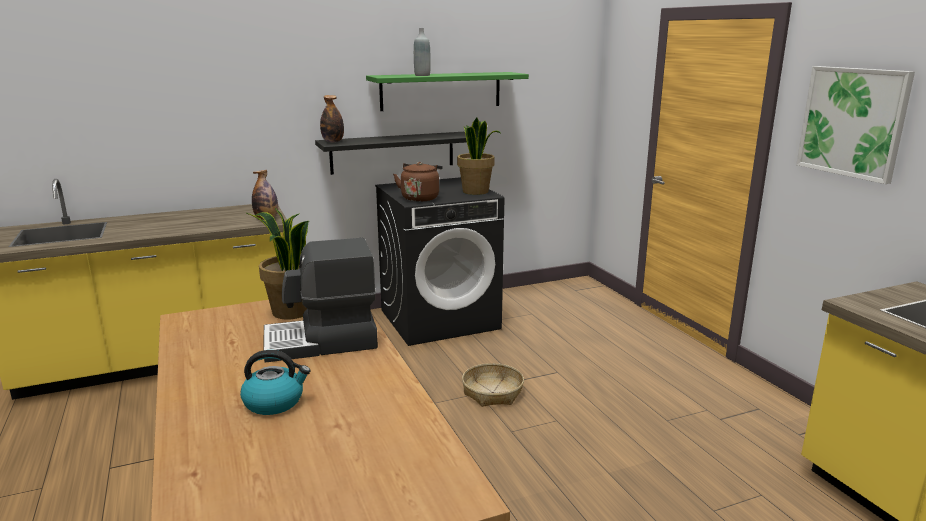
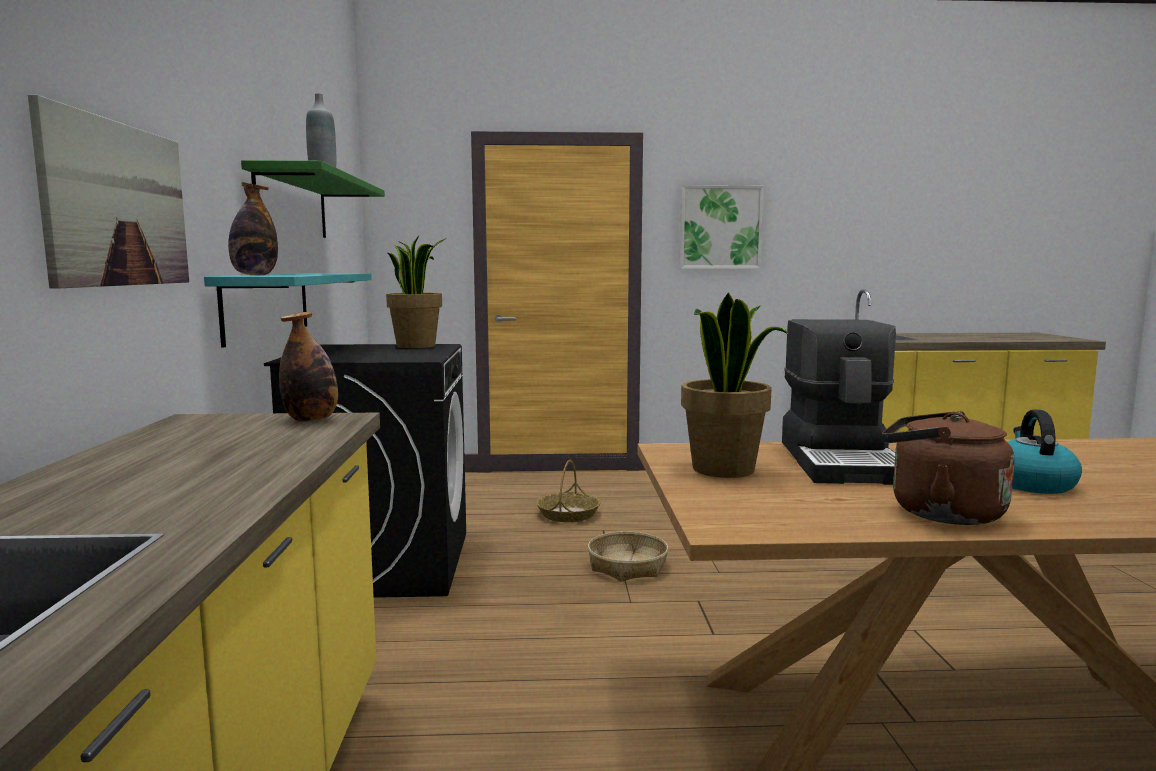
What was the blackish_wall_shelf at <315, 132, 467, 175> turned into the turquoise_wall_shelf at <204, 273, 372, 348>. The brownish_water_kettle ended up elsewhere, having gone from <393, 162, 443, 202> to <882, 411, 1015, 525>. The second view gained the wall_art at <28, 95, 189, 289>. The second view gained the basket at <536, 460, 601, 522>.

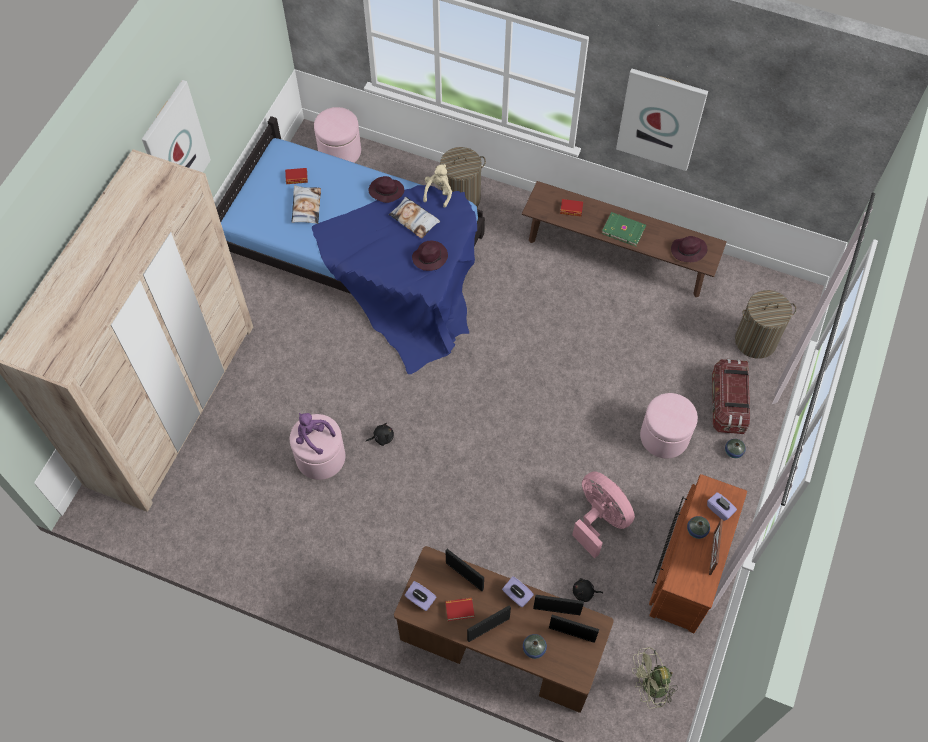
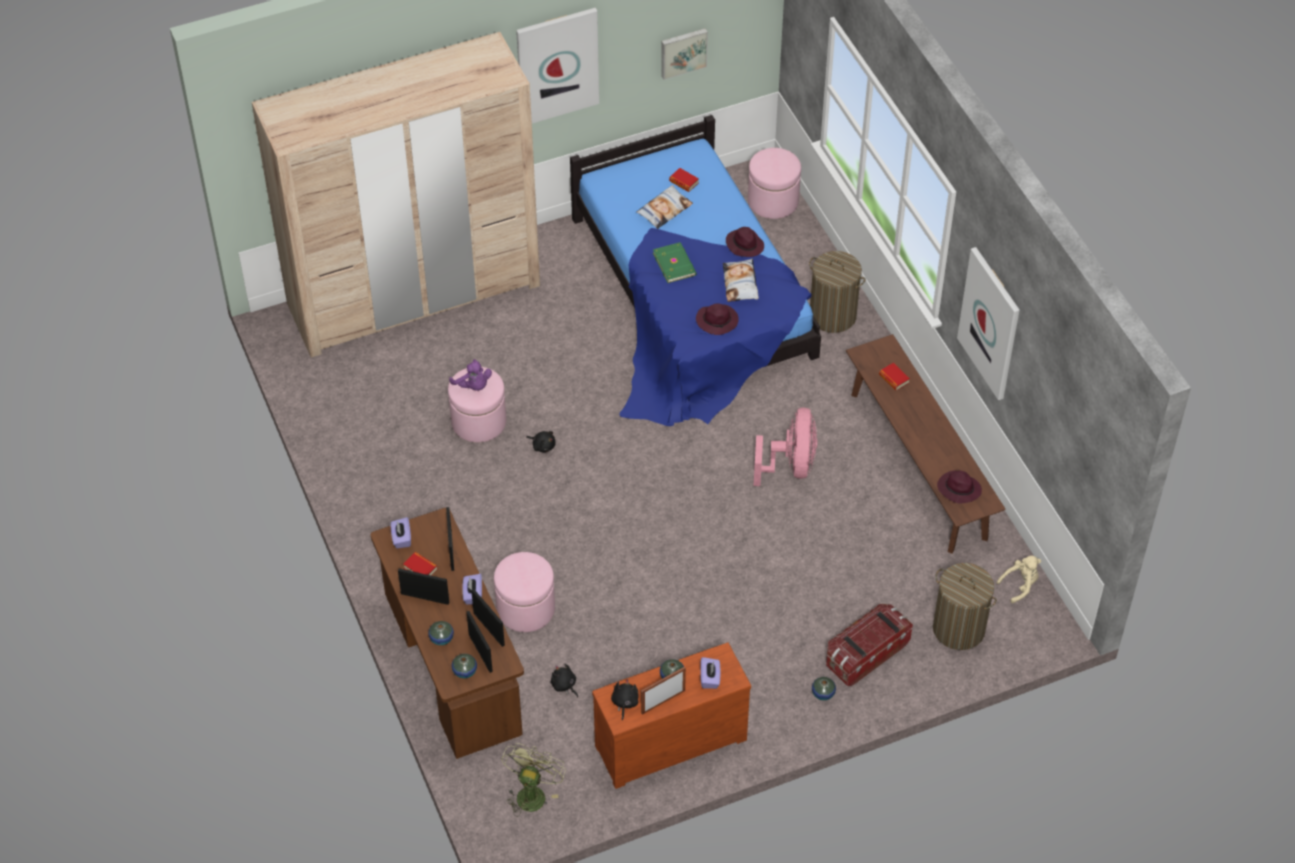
The beige-coloured_cuddly_toy ended up elsewhere, having gone from <423, 164, 452, 208> to <996, 556, 1041, 603>. The greenish_bound_book ended up elsewhere, having gone from <601, 212, 646, 247> to <653, 242, 696, 283>. The pink_ottoman ended up elsewhere, having gone from <640, 393, 698, 459> to <494, 552, 555, 632>. The purplish_cuddly_toy at <296, 413, 336, 454> ended up facing another way, 150 degrees clockwise from before. The pink_fan ended up elsewhere, having gone from <572, 471, 635, 558> to <754, 408, 818, 486>. The greenish_fan at <632, 647, 678, 708> ended up facing another way, 75 degrees clockwise from before. The second view gained the wall_art at <661, 28, 708, 80>. The second view gained the flower_vase at <452, 654, 477, 678>. The second view gained the blackish_cuddly_toy at <611, 679, 639, 720>.

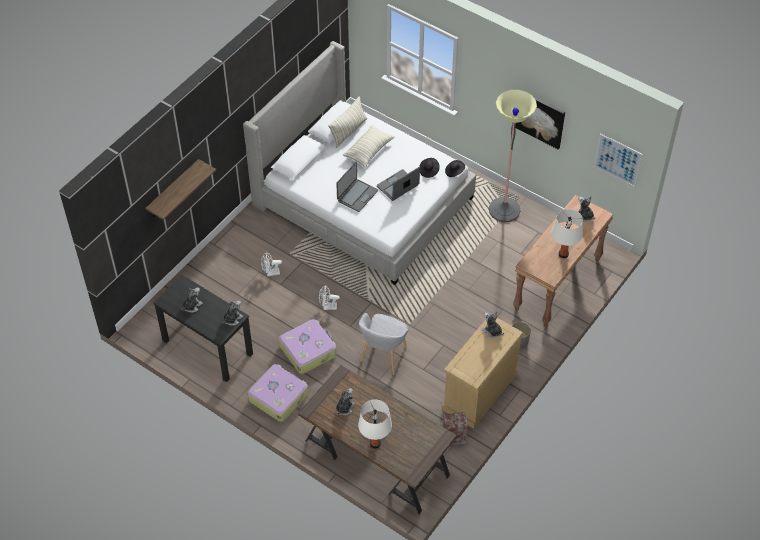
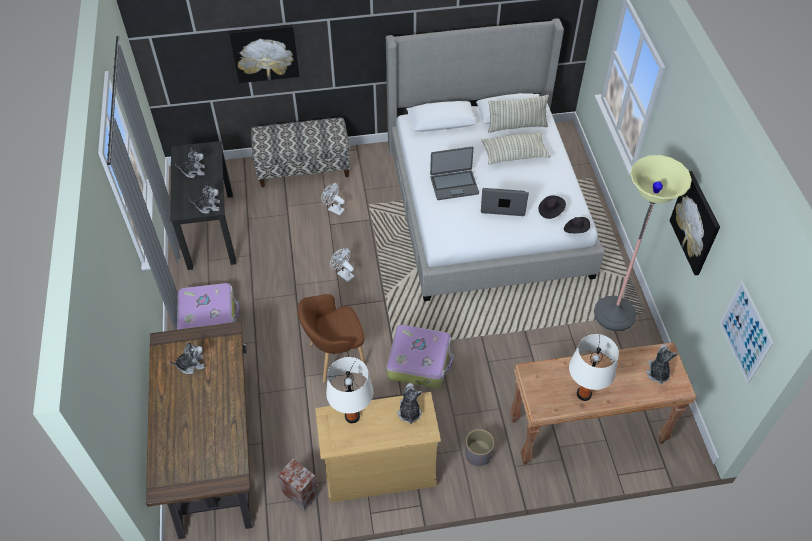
Where the wall_shelf hung at <145, 159, 216, 220>, the wall_art came to hang at <229, 25, 299, 83>. What was the gray_easy_chair at <359, 313, 409, 375> turned into the brownish_easy_chair at <297, 294, 365, 383>. The suitcase ended up elsewhere, having gone from <279, 319, 336, 374> to <386, 325, 454, 388>. The white_lamp_for_a_table ended up elsewhere, having gone from <358, 400, 392, 448> to <326, 357, 373, 423>. The second view gained the bench at <251, 117, 350, 187>.

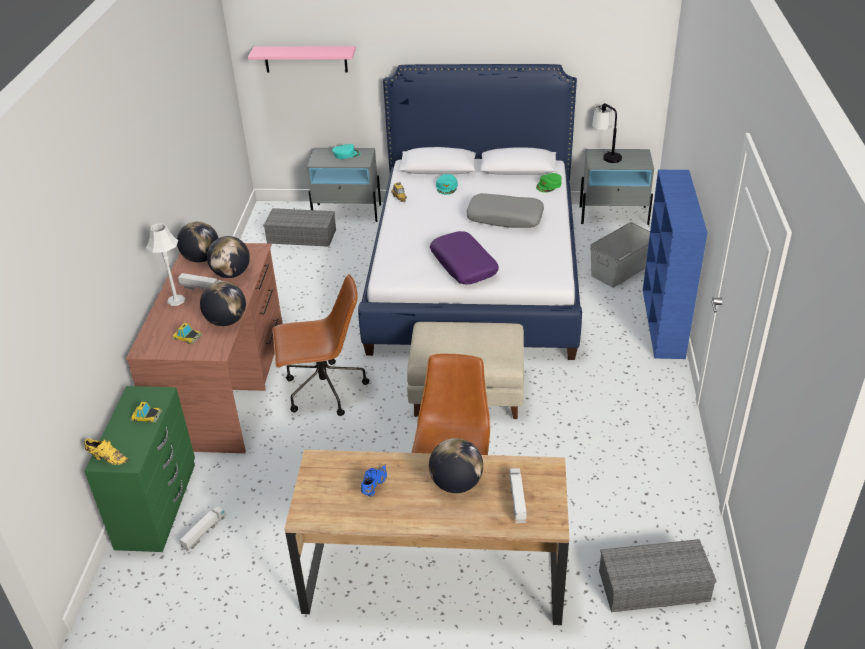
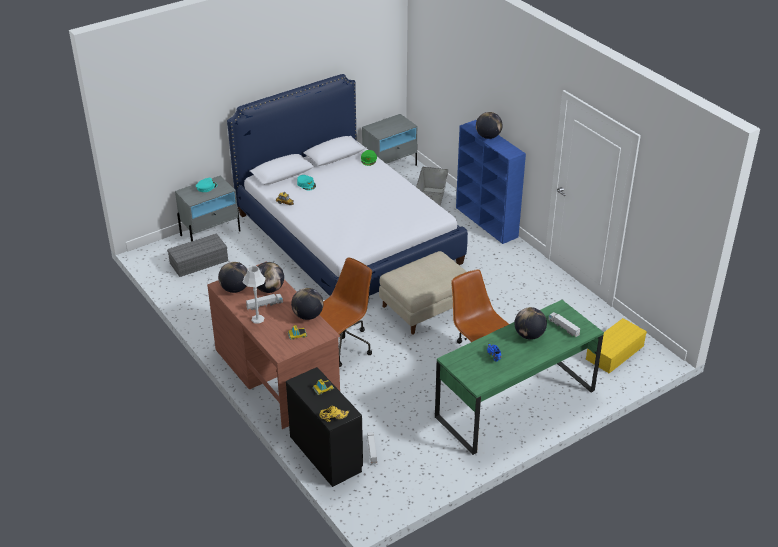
The second view lost the pink_wall_shelf at <248, 46, 356, 73>. The second view lost the lamp_for_a_table at <592, 103, 622, 163>. The second view lost the gray_pillow at <467, 193, 544, 228>. The second view lost the purplish_pillow at <430, 231, 499, 285>. What was the greenish_chest_of_drawers at <84, 386, 195, 552> turned into the blackish_chest_of_drawers at <286, 367, 363, 487>. What was the brownish_desk at <285, 450, 569, 625> turned into the greenish_desk at <435, 300, 604, 455>. What was the gray_storage_box at <599, 539, 717, 612> turned into the yellow-coloured_storage_box at <586, 318, 647, 373>. The second view gained the globe at <476, 112, 503, 139>.

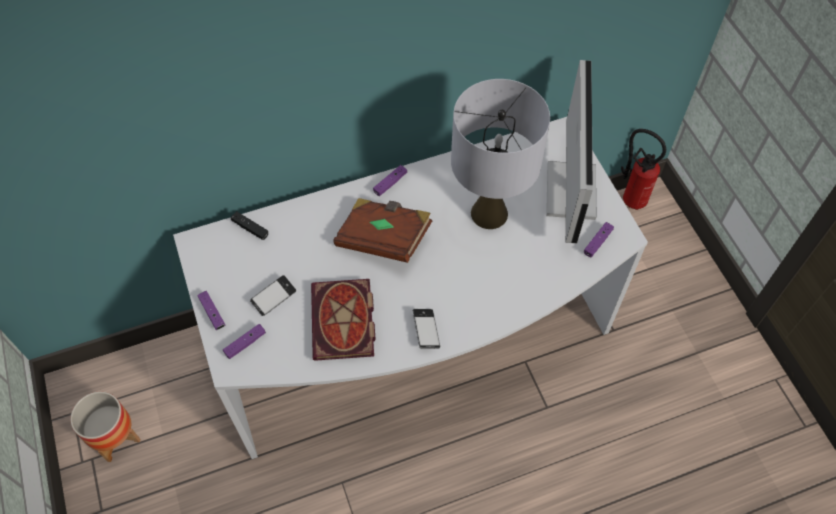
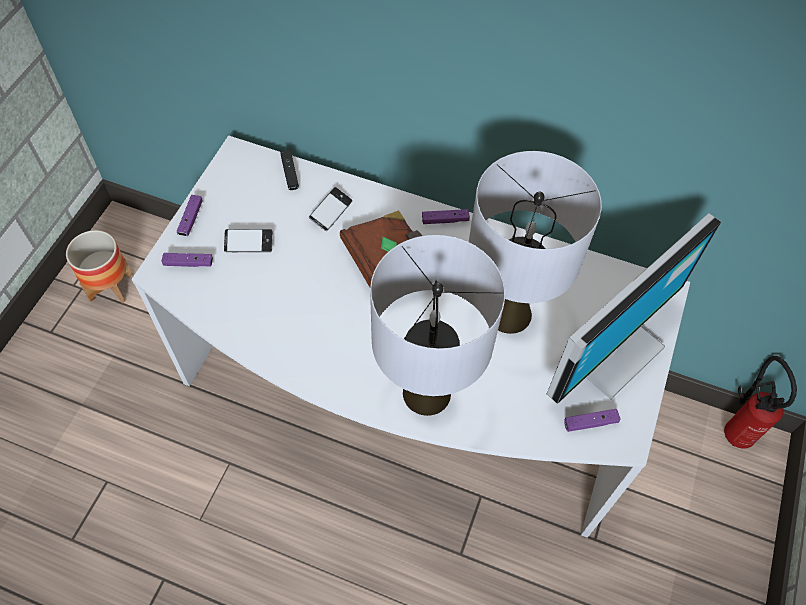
The second view lost the bound_book at <311, 279, 375, 361>. The phone ended up elsewhere, having gone from <413, 309, 440, 349> to <309, 187, 352, 231>. The second view gained the gray_lamp_for_a_table at <370, 235, 505, 416>.

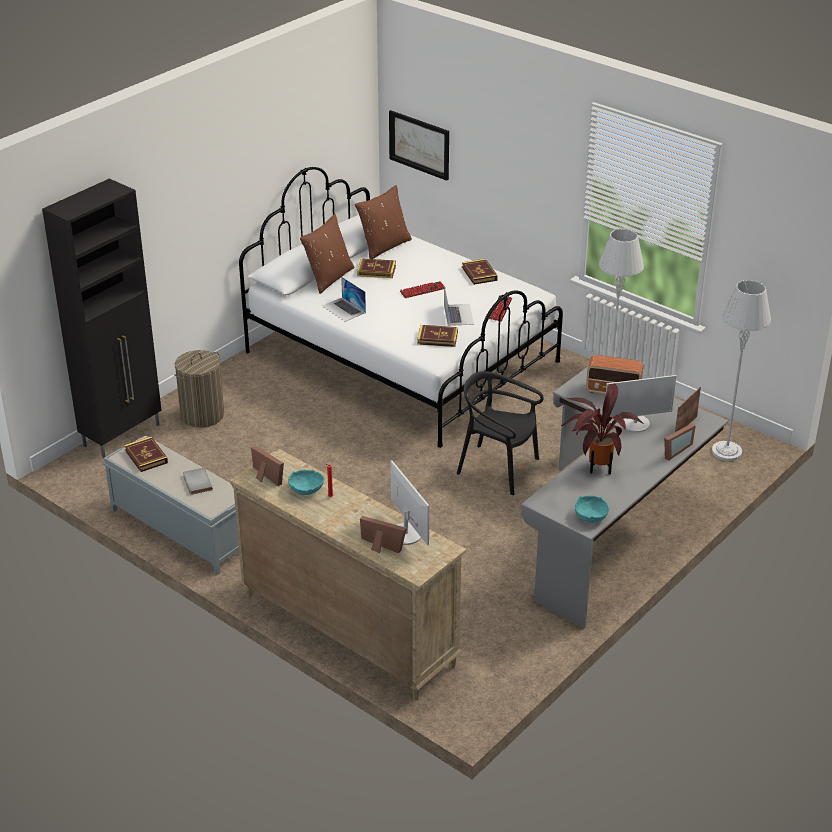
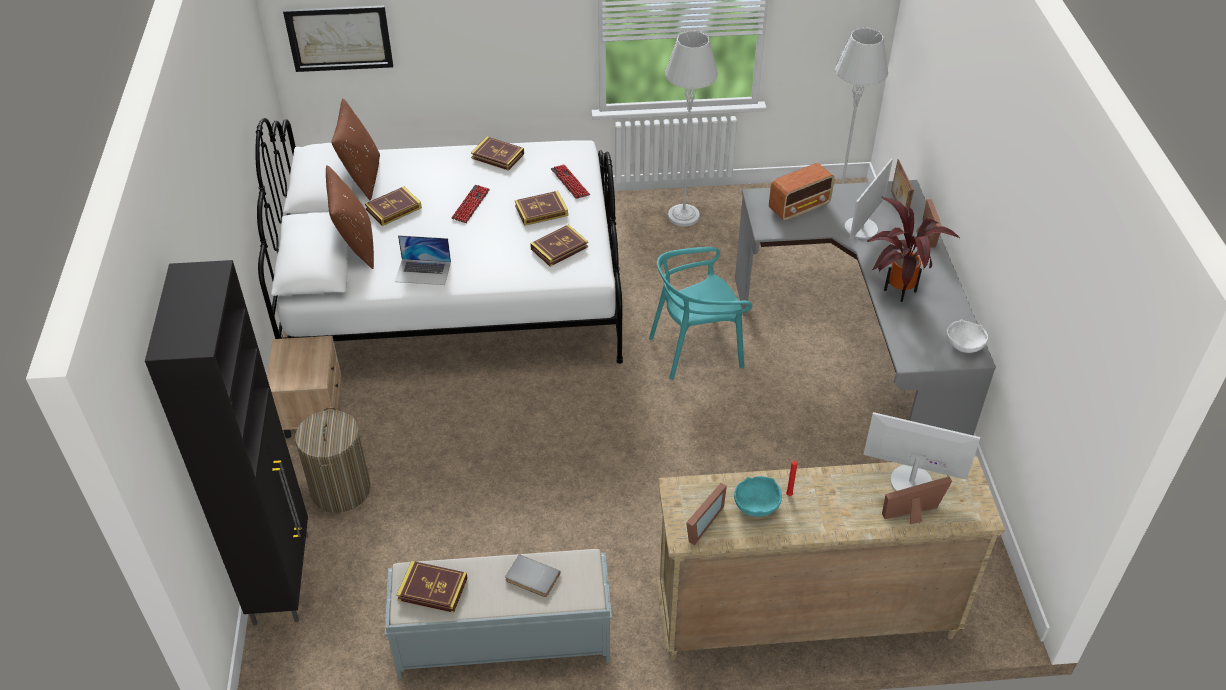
Where the laptop stood at <444, 284, 474, 326>, the bound_book came to stand at <515, 191, 568, 226>. What was the blackish_upright_chair at <457, 371, 544, 495> turned into the turquoise_upright_chair at <649, 247, 752, 380>. The picture_frame at <251, 446, 284, 486> ended up facing another way, 120 degrees clockwise from before. What was the turquoise_bowl at <575, 495, 609, 523> turned into the white_bowl at <947, 319, 988, 353>. The second view gained the beige-coloured_nightstand at <267, 336, 341, 438>.

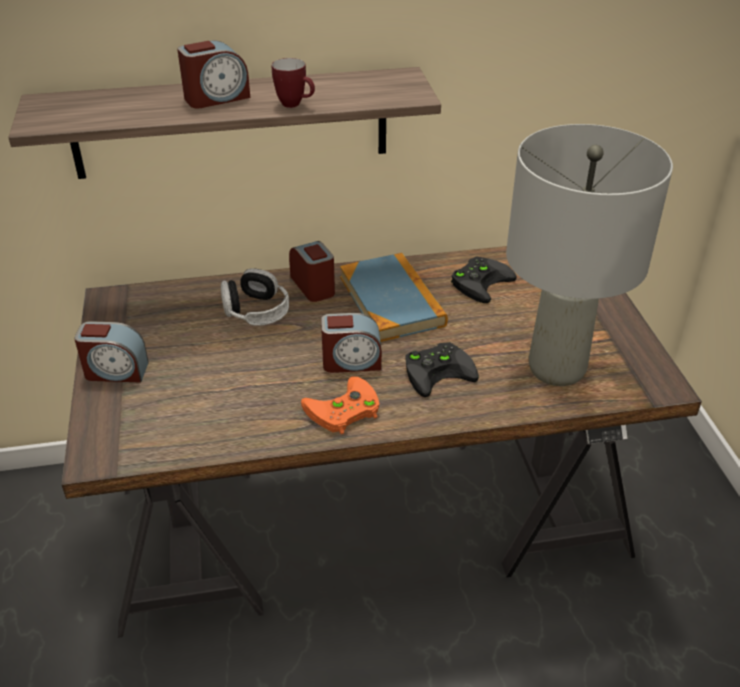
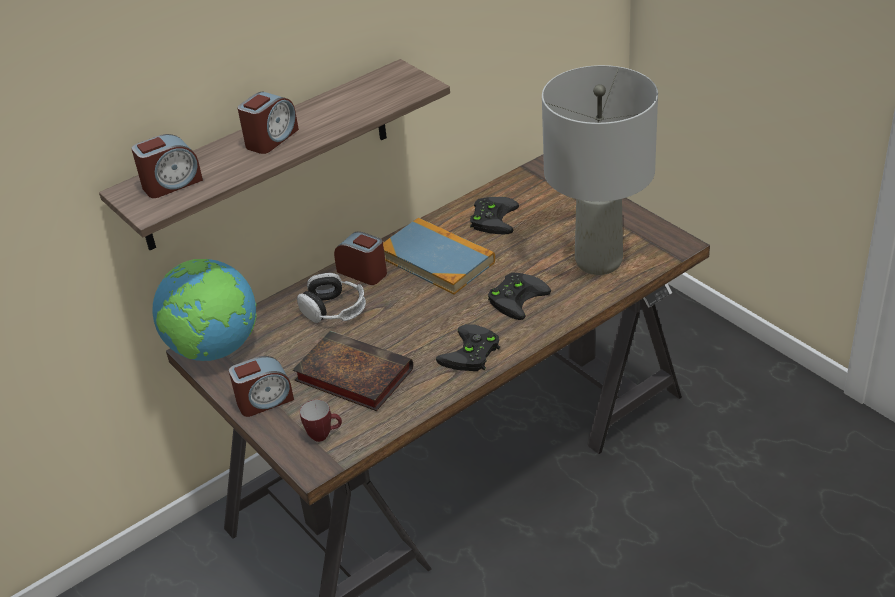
The tea_mug ended up elsewhere, having gone from <271, 58, 315, 108> to <300, 400, 342, 442>. The alarm_clock ended up elsewhere, having gone from <321, 313, 382, 373> to <131, 134, 203, 198>. What was the orange_game_controller at <301, 376, 379, 434> turned into the blackish_game_controller at <436, 324, 500, 371>. The second view gained the globe at <152, 259, 257, 361>. The second view gained the bound_book at <293, 331, 413, 411>.

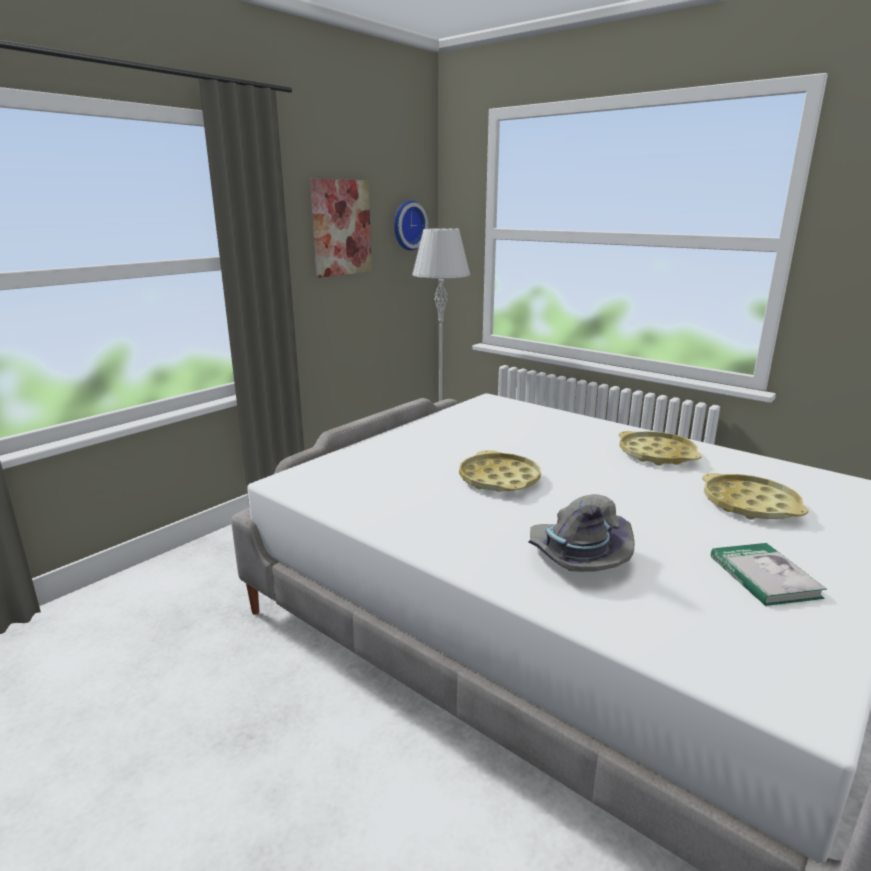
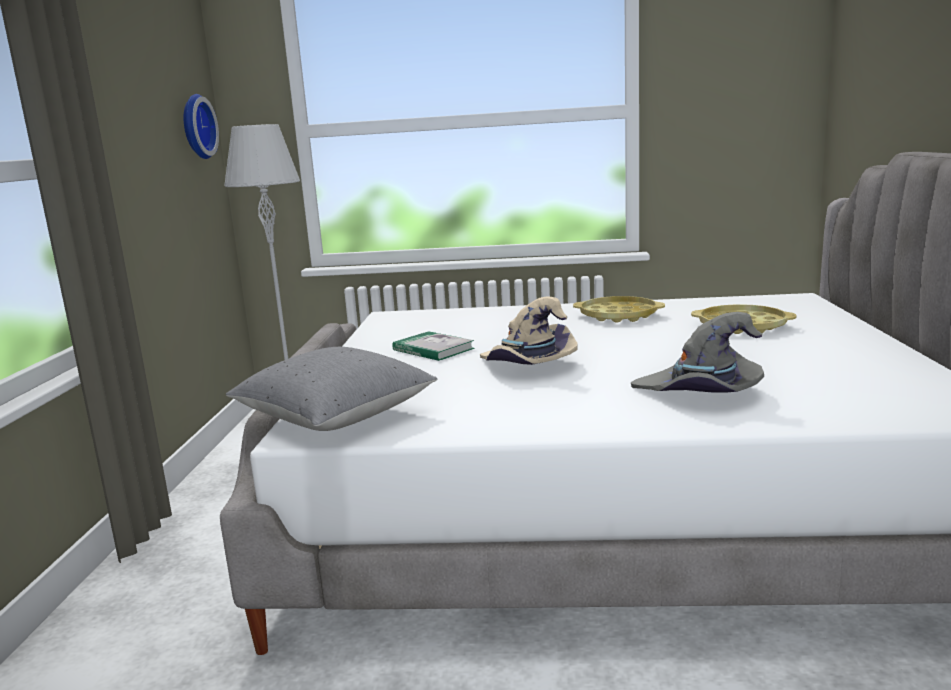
The second view lost the wall_art at <310, 179, 372, 278>. Where the yellow-coloured_carrying_tray stood at <459, 450, 541, 492>, the beige-coloured_hat came to stand at <480, 297, 578, 365>. The bound_book ended up elsewhere, having gone from <711, 543, 827, 606> to <392, 331, 475, 361>. The second view gained the gray_pillow at <226, 347, 437, 431>.

